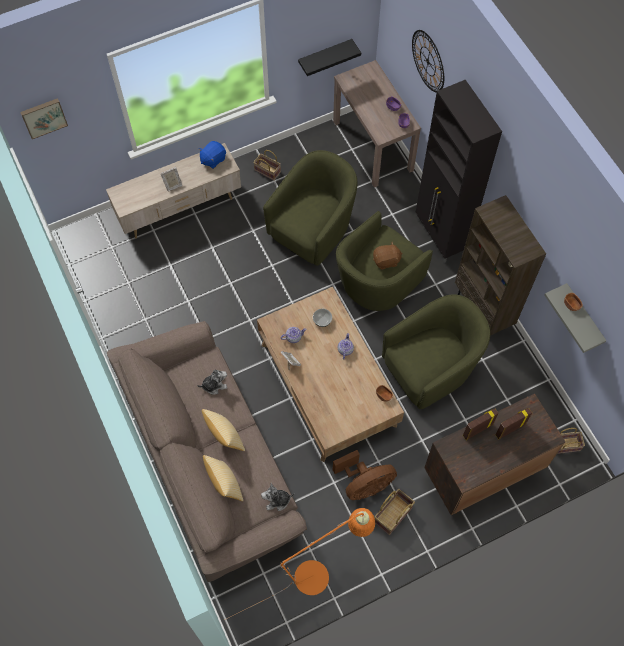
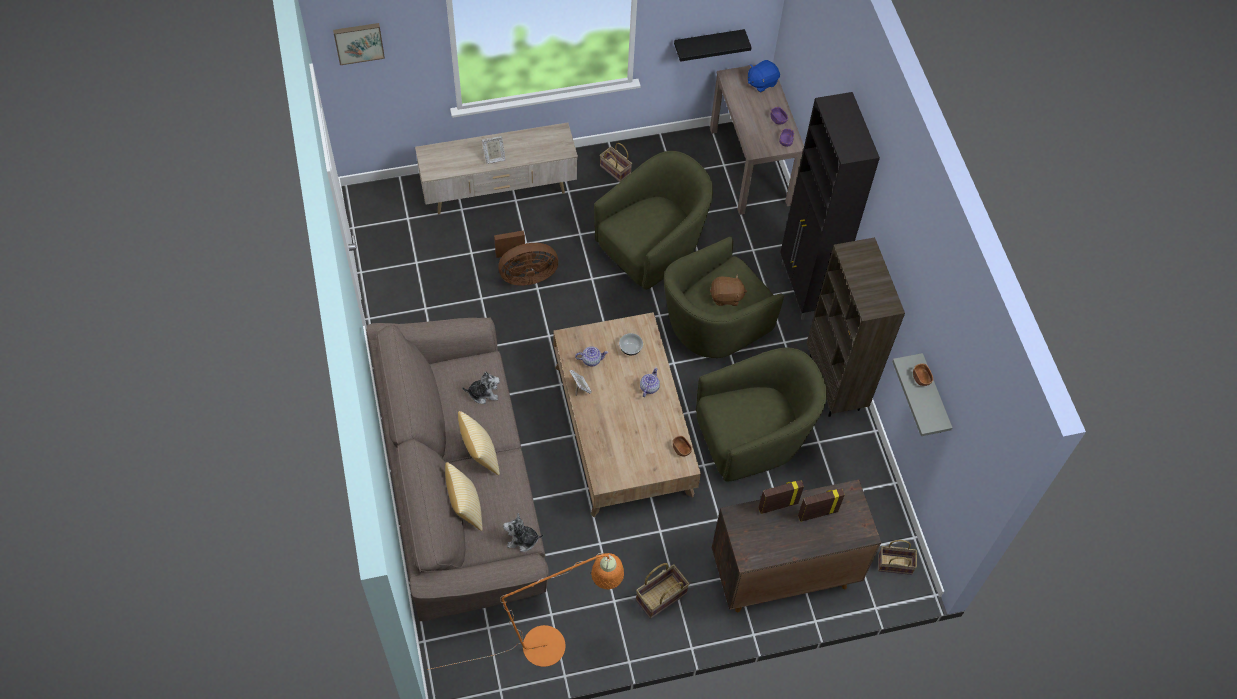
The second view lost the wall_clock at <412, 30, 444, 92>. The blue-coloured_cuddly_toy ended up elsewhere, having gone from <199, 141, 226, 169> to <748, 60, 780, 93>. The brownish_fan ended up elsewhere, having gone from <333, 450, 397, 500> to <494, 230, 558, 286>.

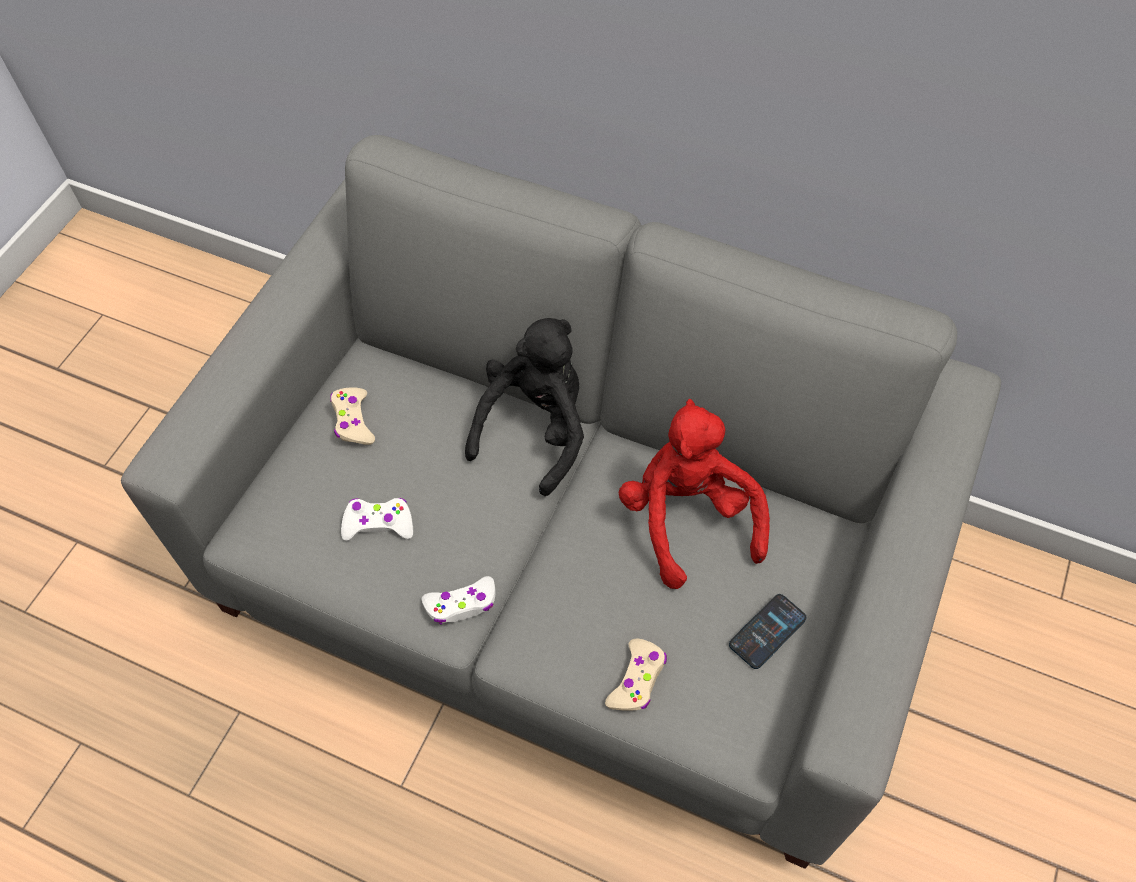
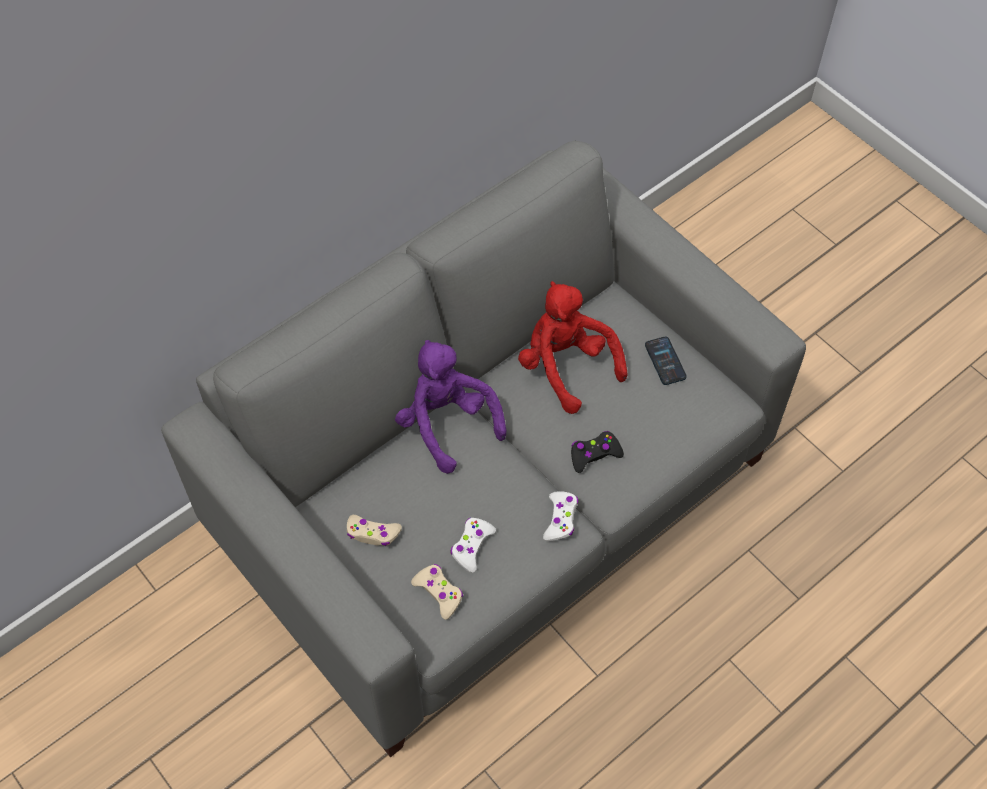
What was the blackish_cuddly_toy at <465, 318, 584, 496> turned into the purplish_cuddly_toy at <395, 340, 506, 474>. The red-coloured_cuddly_toy at <618, 399, 770, 589> ended up facing another way, 45 degrees clockwise from before. The beige-coloured_game_controller ended up elsewhere, having gone from <605, 639, 667, 711> to <411, 564, 463, 620>. The second view gained the blackish_game_controller at <571, 431, 624, 473>.

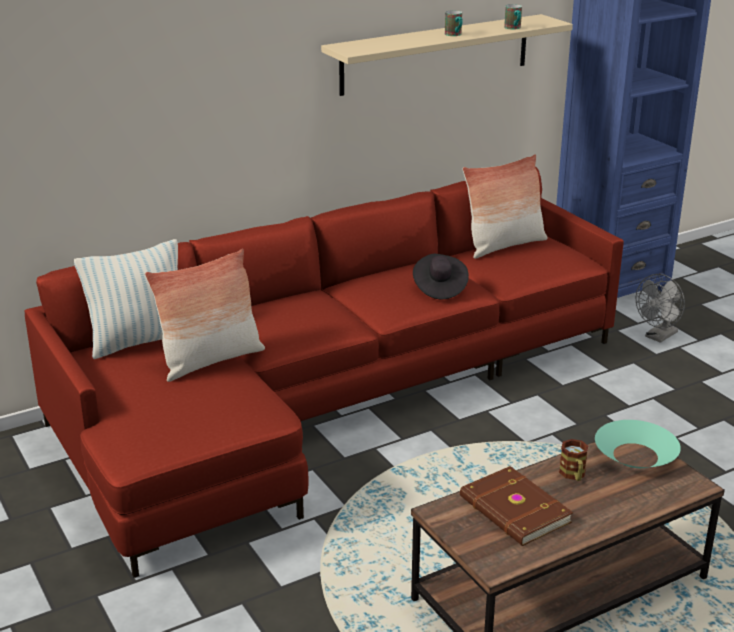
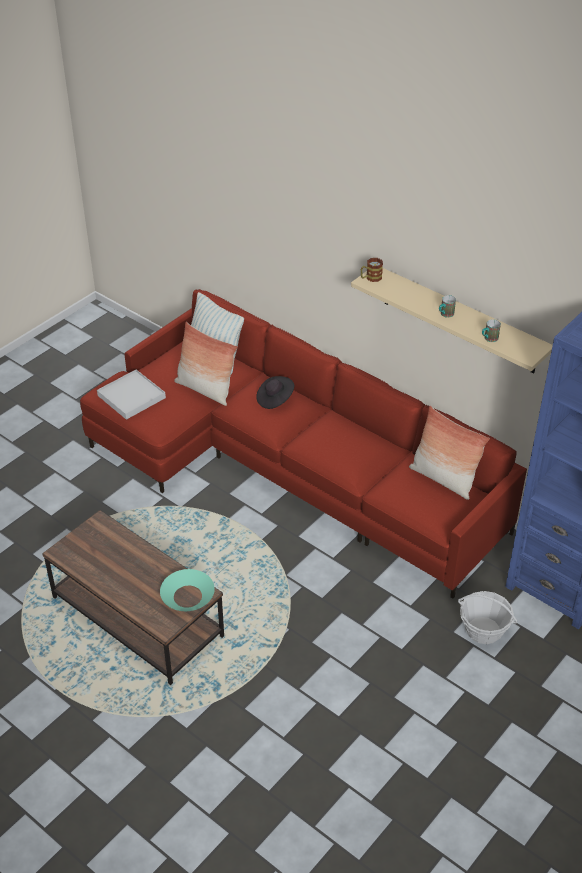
The blackish_hat ended up elsewhere, having gone from <413, 254, 469, 299> to <256, 376, 294, 409>. Where the gray_fan stood at <636, 274, 685, 343>, the basket came to stand at <458, 591, 517, 644>. The tea_mug ended up elsewhere, having gone from <559, 439, 588, 481> to <361, 258, 383, 282>. The second view lost the brownish_bound_book at <460, 466, 573, 546>. The second view gained the white_carrying_tray at <97, 370, 166, 420>.

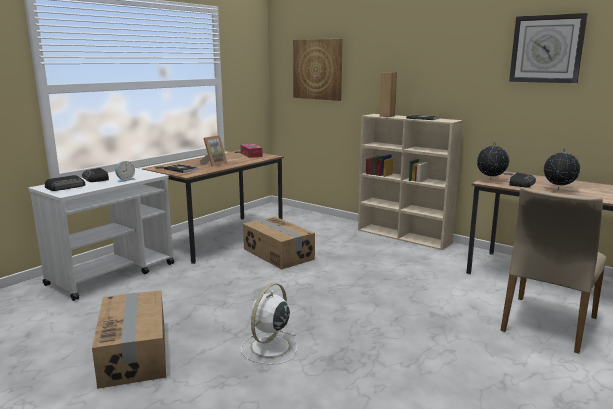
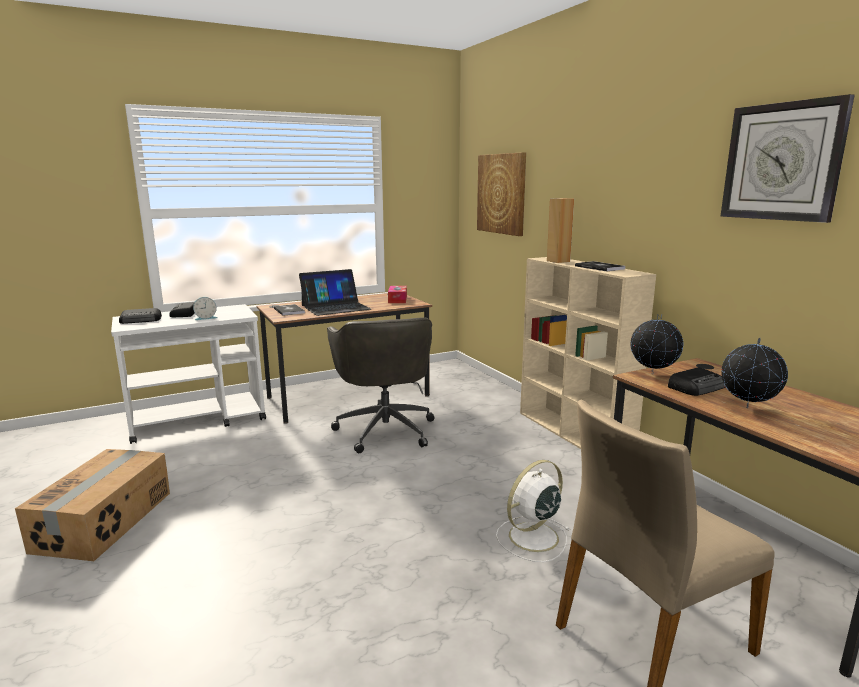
Where the picture_frame stood at <200, 135, 228, 167>, the laptop came to stand at <299, 269, 371, 316>. Where the carton stood at <243, 217, 315, 270>, the gray_office_chair came to stand at <327, 317, 435, 453>. The white_fan ended up elsewhere, having gone from <241, 283, 297, 364> to <496, 460, 569, 562>.

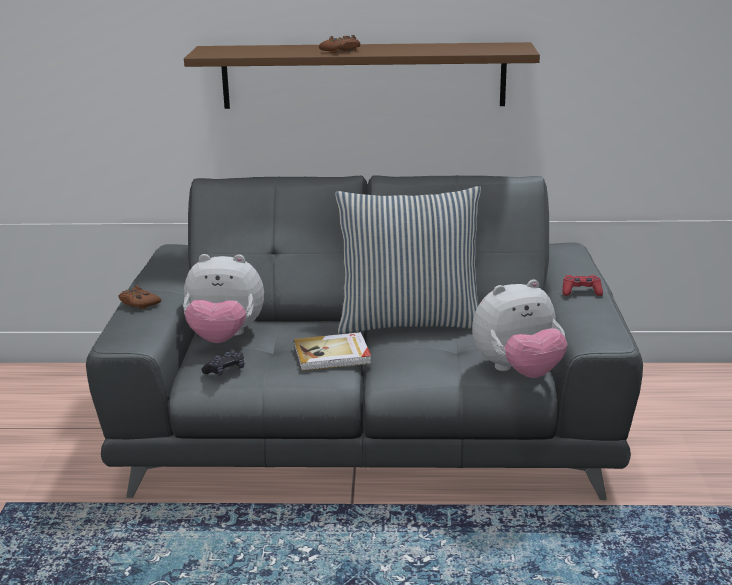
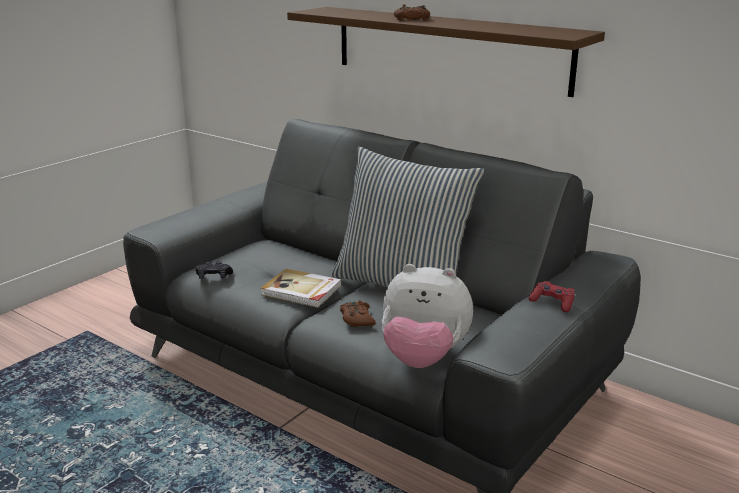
The second view lost the cuddly_toy at <183, 254, 264, 343>. The brownish_game_controller ended up elsewhere, having gone from <118, 285, 161, 309> to <340, 300, 376, 327>.

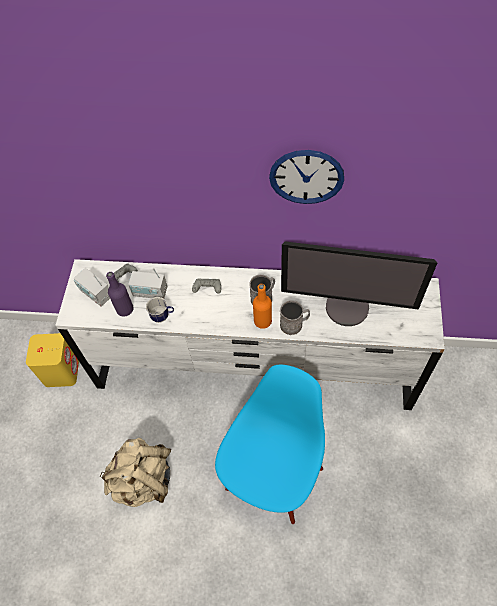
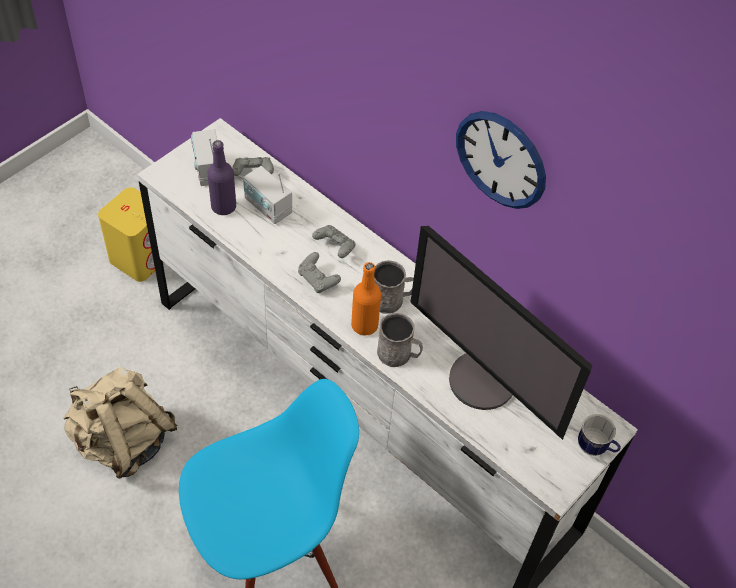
The tea_mug ended up elsewhere, having gone from <146, 297, 174, 323> to <578, 414, 621, 456>. The second view gained the gray_game_controller at <298, 252, 341, 293>.

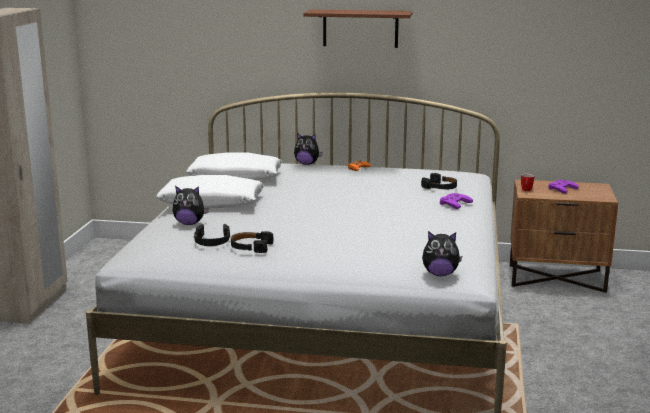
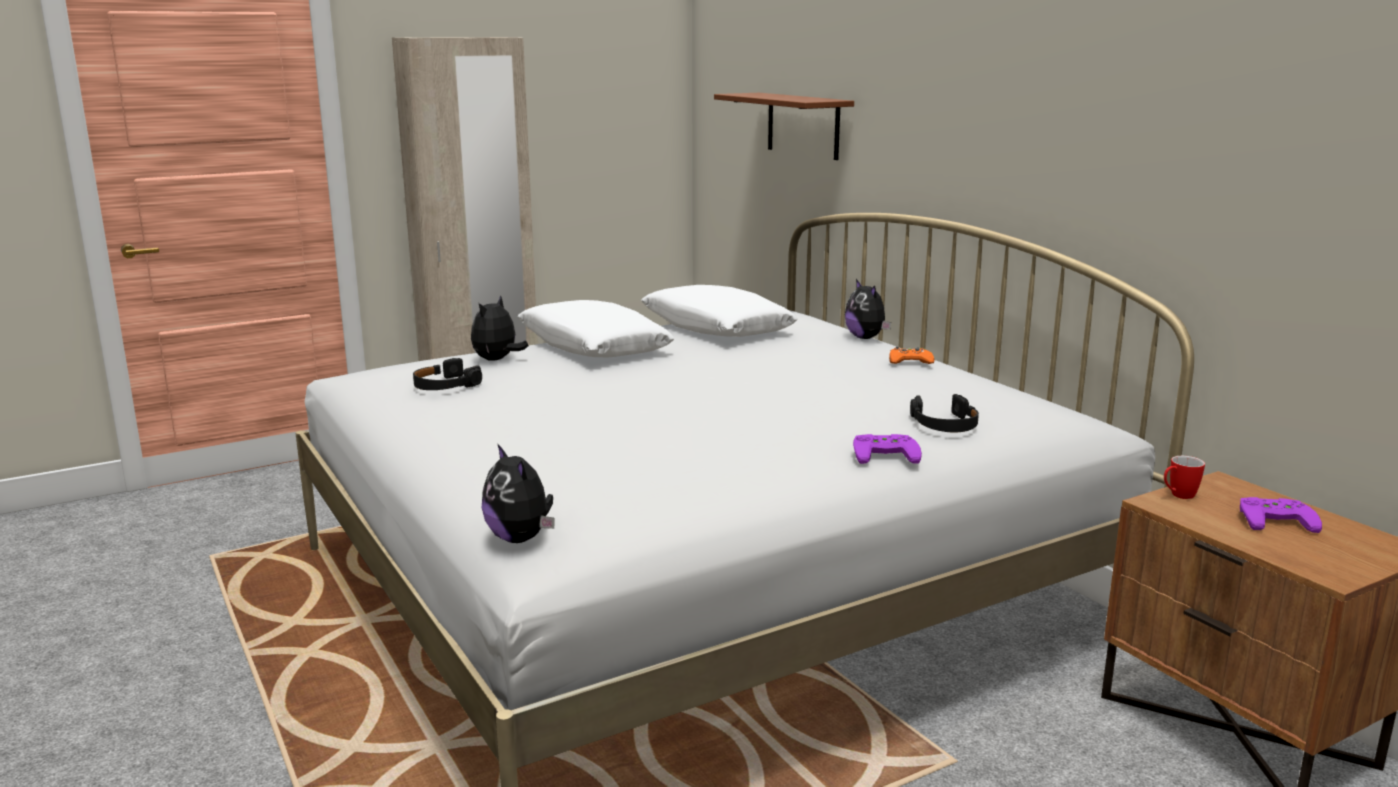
The brownish_wall_shelf ended up elsewhere, having gone from <303, 9, 413, 48> to <714, 93, 854, 160>. The cuddly_toy at <173, 186, 209, 225> ended up facing another way, 60 degrees clockwise from before. The second view lost the blackish_headphones at <231, 231, 273, 253>.

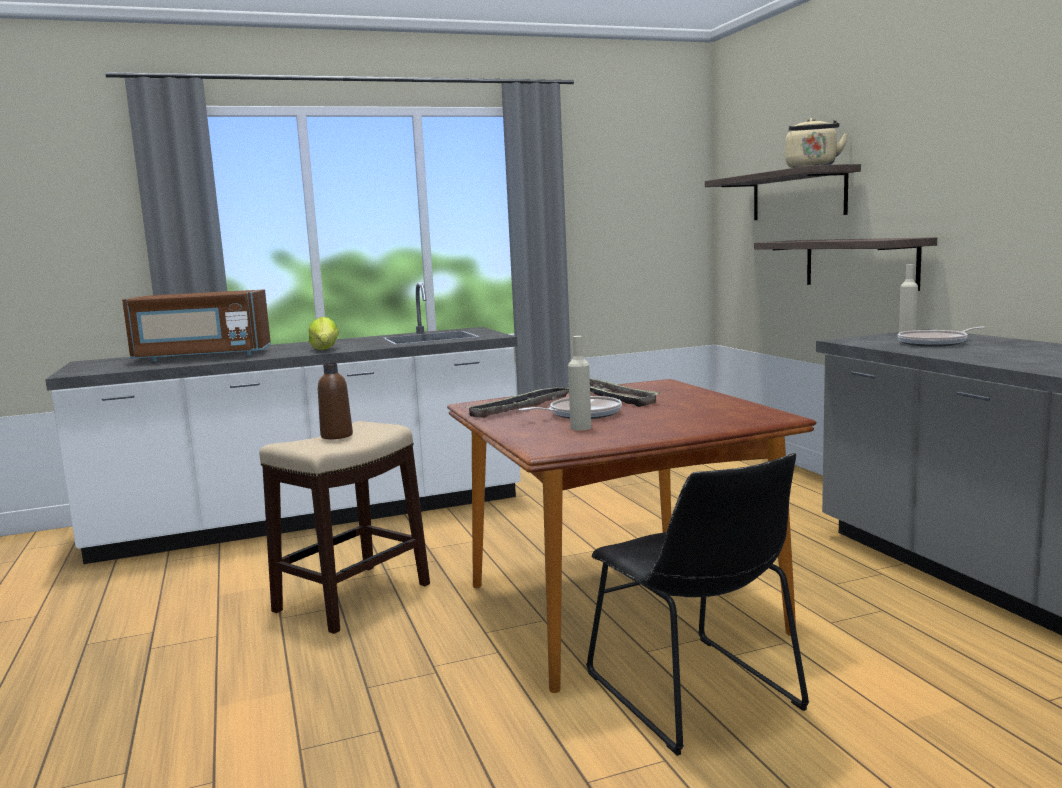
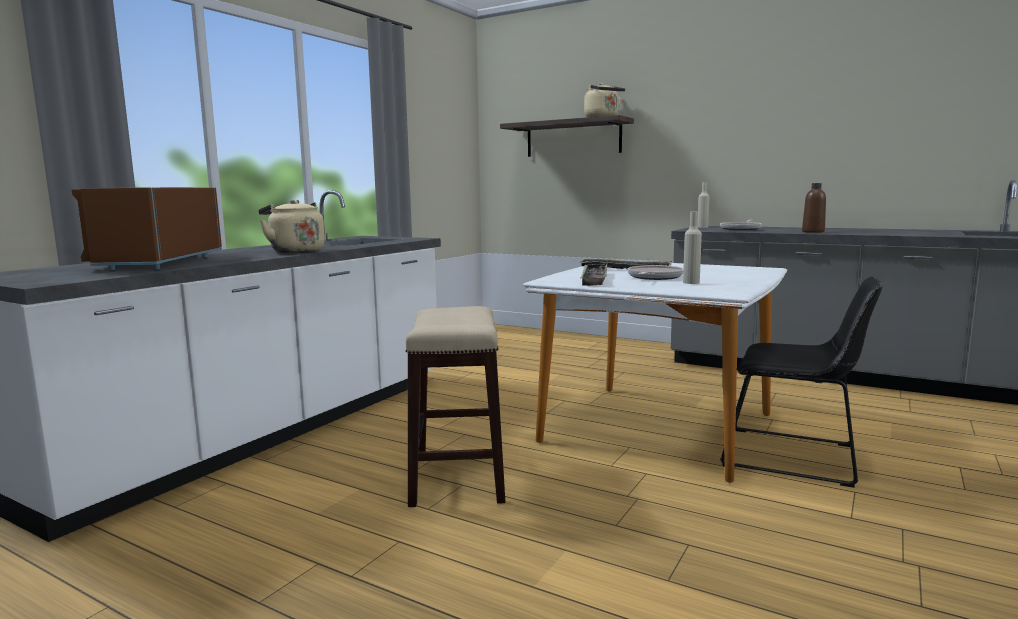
The second view lost the wall_shelf at <754, 237, 937, 291>. The brownish_kitchen_microwave at <122, 289, 271, 362> ended up facing another way, 135 degrees clockwise from before. Where the lettuce_head stood at <309, 317, 339, 350>, the beige-coloured_water_kettle came to stand at <258, 200, 325, 253>. The brownish_beverage_bottle ended up elsewhere, having gone from <318, 363, 353, 439> to <802, 183, 826, 233>. What was the brownish_dining_table at <447, 379, 816, 693> turned into the white_dining_table at <523, 261, 787, 483>.

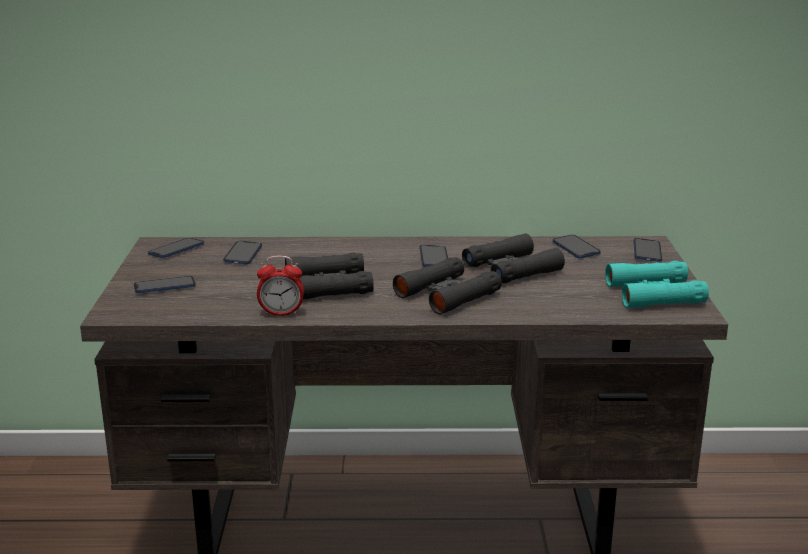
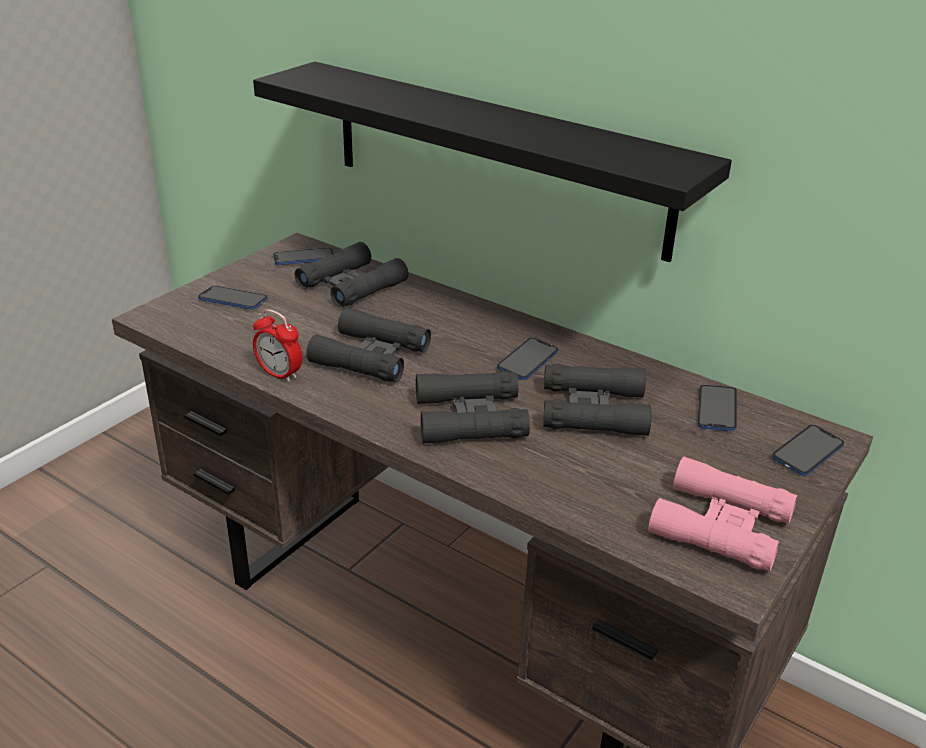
Where the phone stood at <223, 241, 262, 264>, the blackish_pair_of_binoculars came to stand at <295, 242, 408, 307>. What was the turquoise_pair_of_binoculars at <605, 261, 709, 308> turned into the pink_pair_of_binoculars at <648, 457, 798, 572>. The second view gained the blackish_wall_shelf at <253, 62, 732, 262>.

